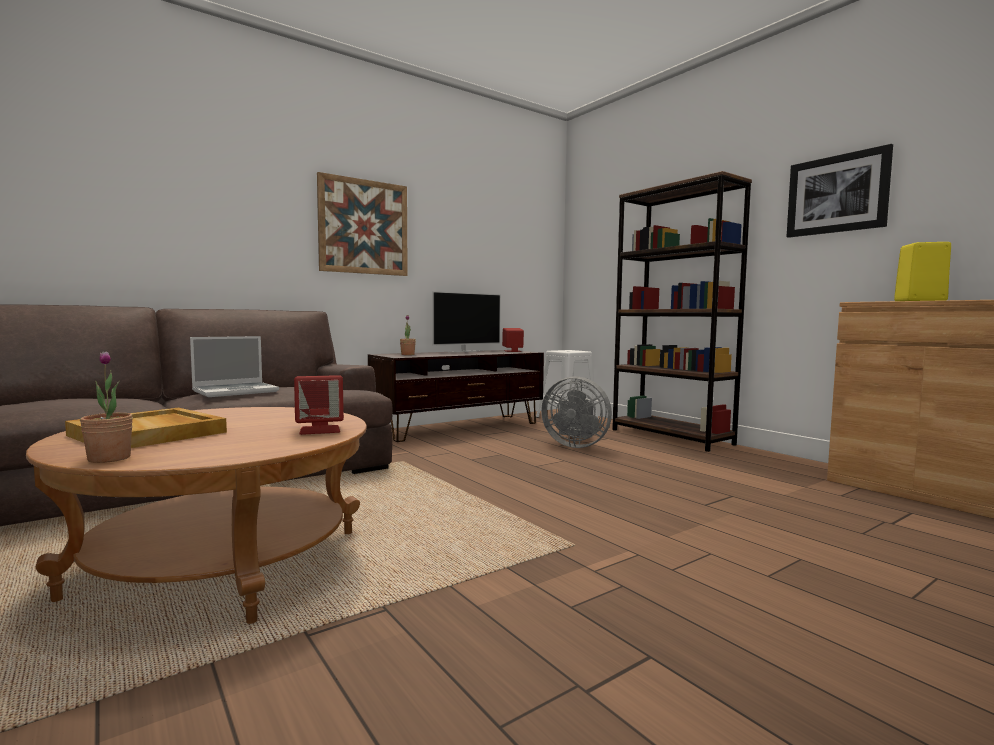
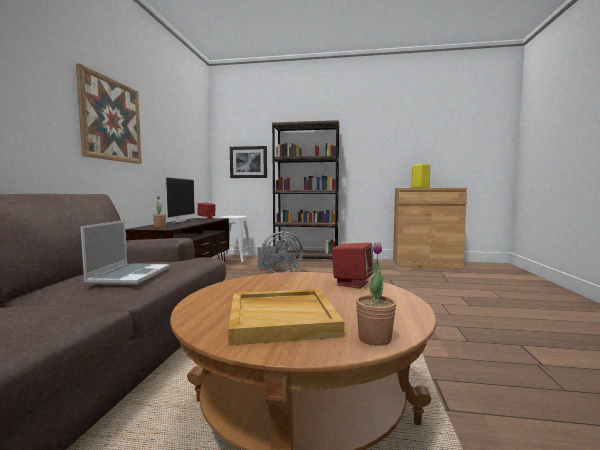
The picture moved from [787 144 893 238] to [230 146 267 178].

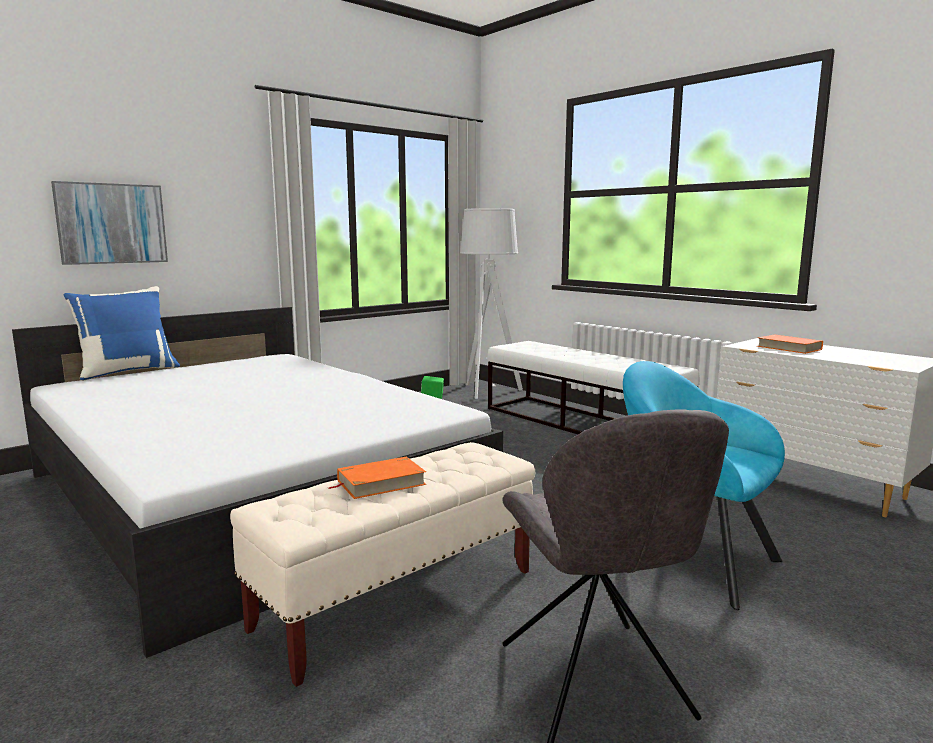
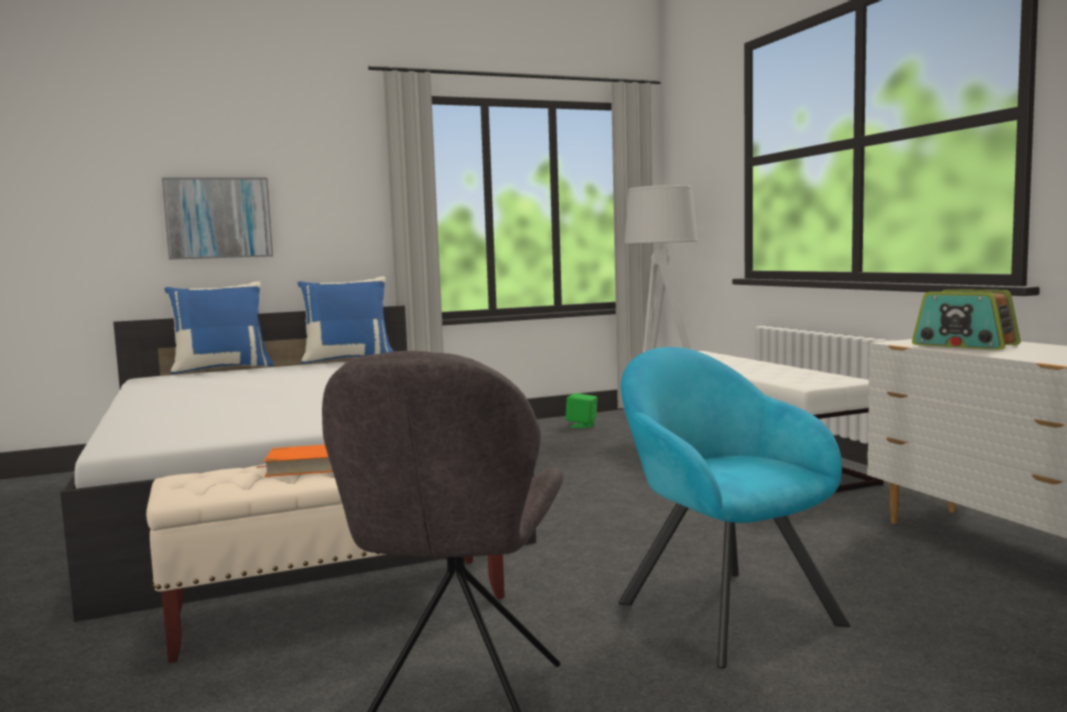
The book in orange at [757 334 823 354] was replaced by the radio set at [912 289 1021 350].
The throw pillow in blue at [298 277 393 364] appeared.

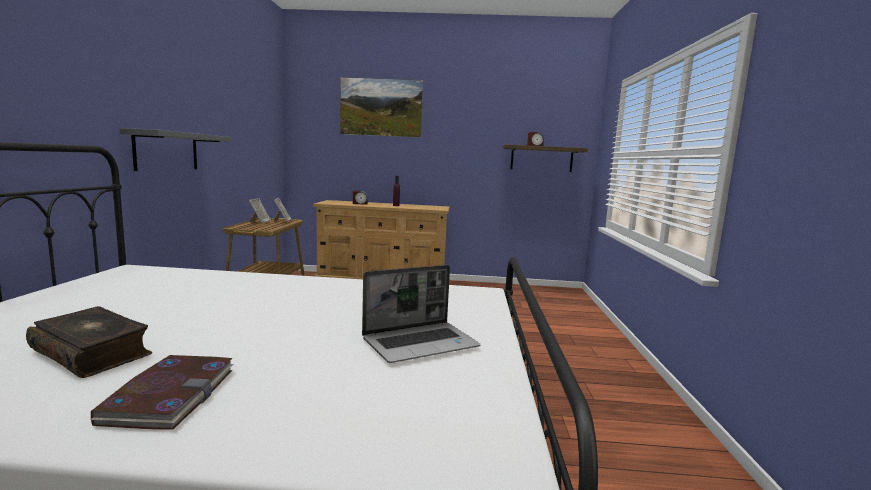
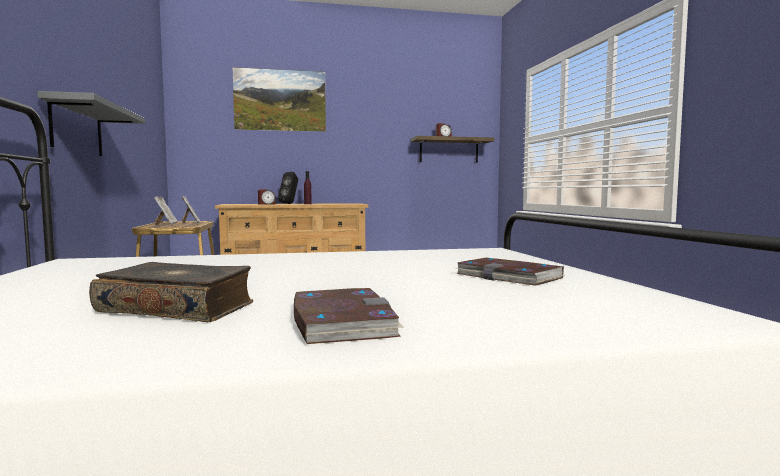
The portable computer at [362 265 481 363] was replaced by the book at [456 258 565 286].
The speaker in blackish at [278 172 298 204] appeared.

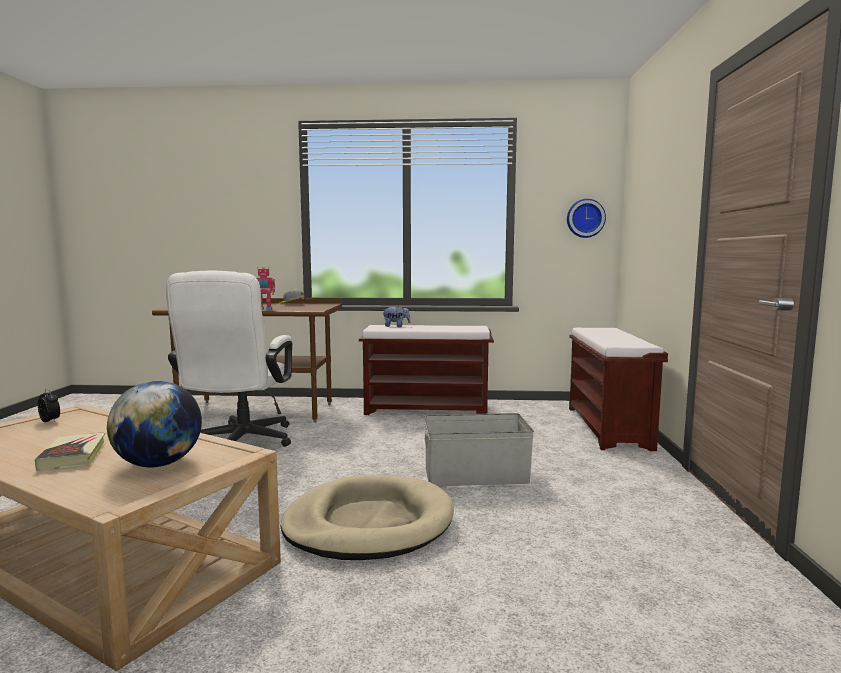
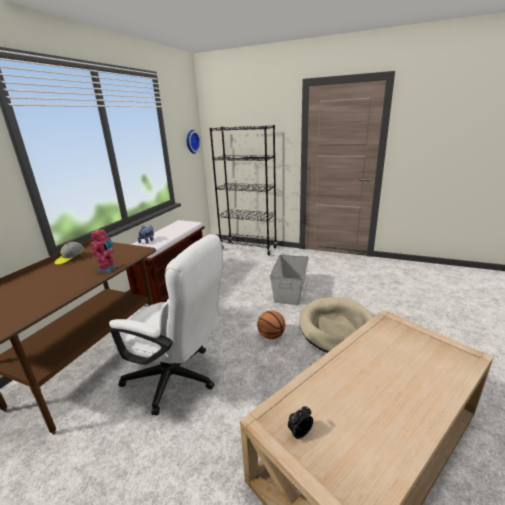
The book at [34 432 106 471] disappeared.
The desk globe at [107 381 202 467] disappeared.
The indoor bench in brownish at [569 328 668 451] was replaced by the bookcase in blackish at [210 125 277 255].
The ball for basketball at [257 311 285 339] appeared.

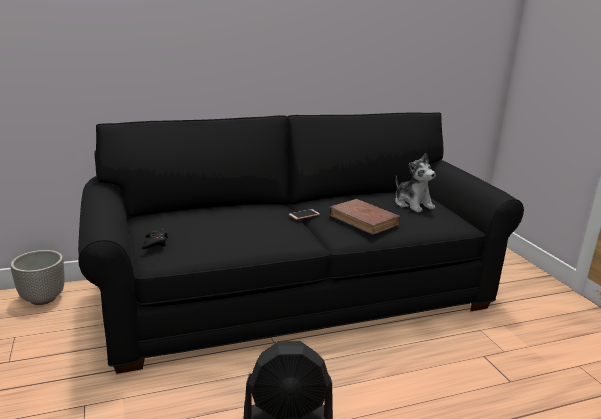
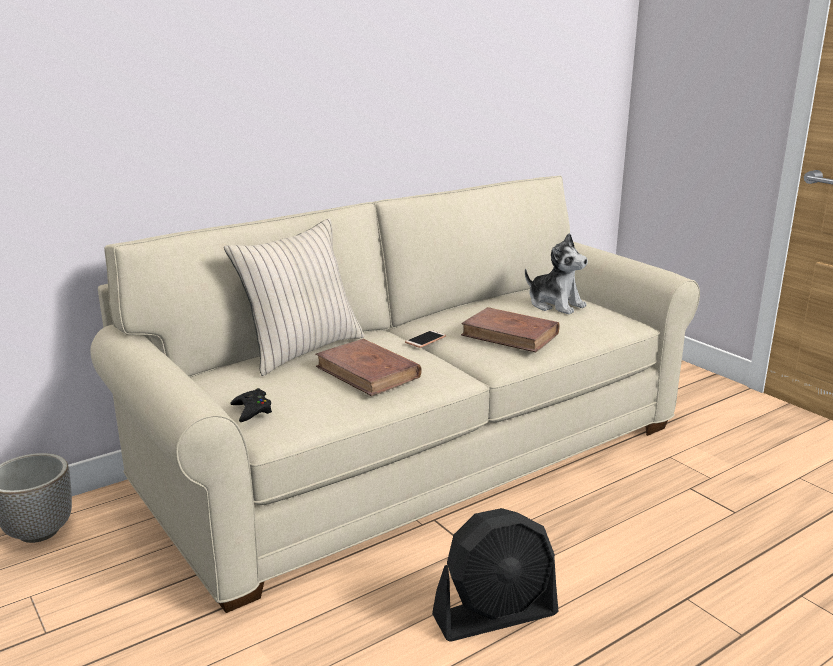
The sofa in blackish at [78 112 524 374] became the sofa in beige-coloured at [90 176 700 613].
The throw pillow in beige-coloured at [224 218 365 376] appeared.
The book in brownish at [315 339 422 396] appeared.

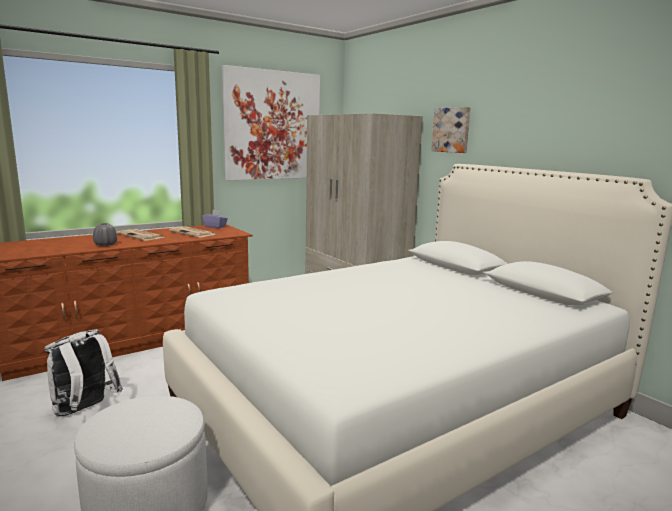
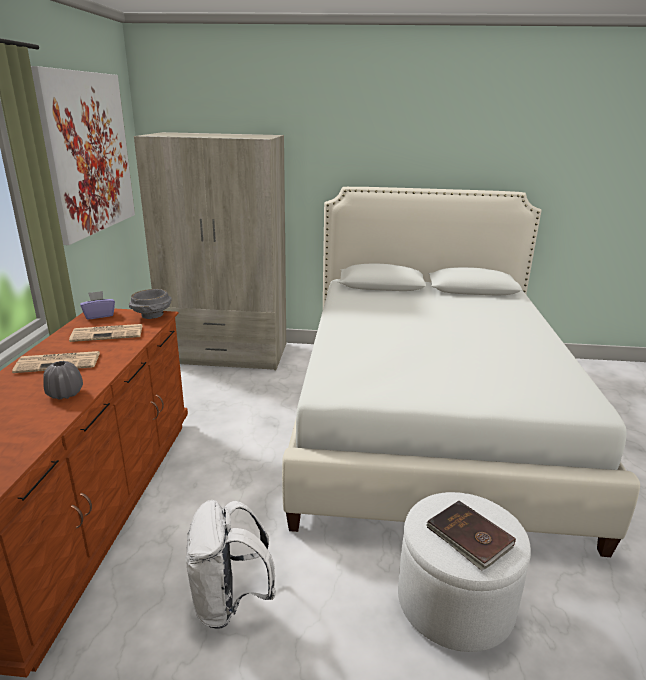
The picture at [431 107 471 153] disappeared.
The serving bowl in greyish at [129 289 172 319] appeared.
The book in brownish at [426 501 516 571] appeared.

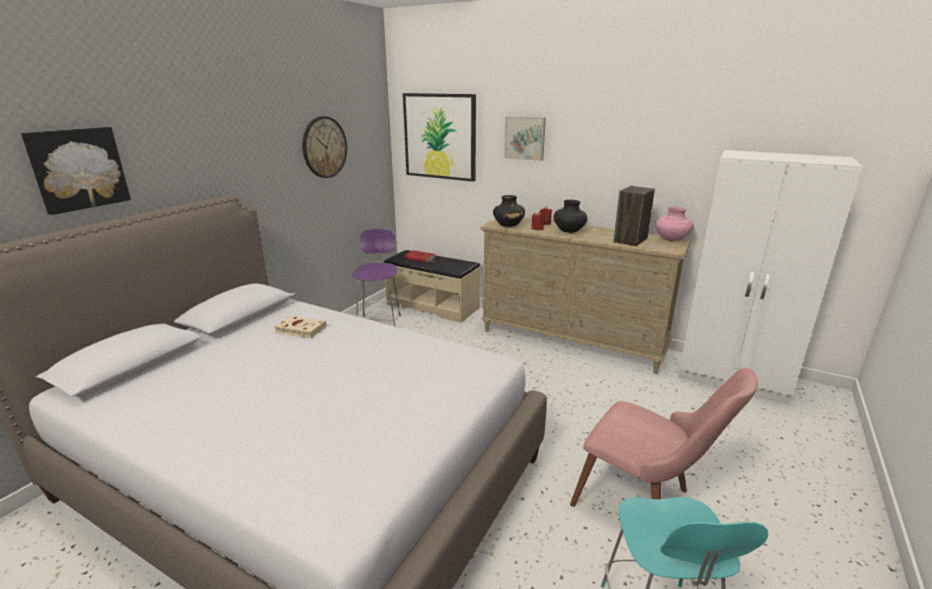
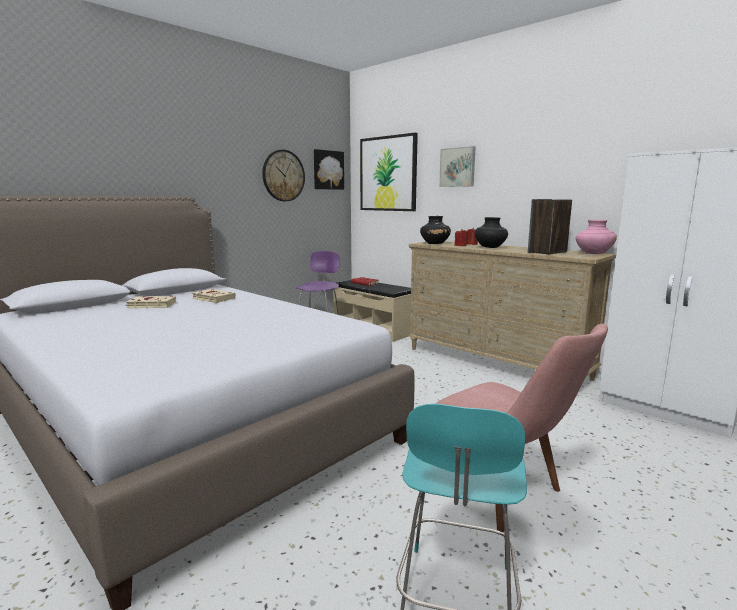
The picture moved from [21 127 131 215] to [314 149 344 190].
The book in beige-coloured at [125 296 176 308] appeared.

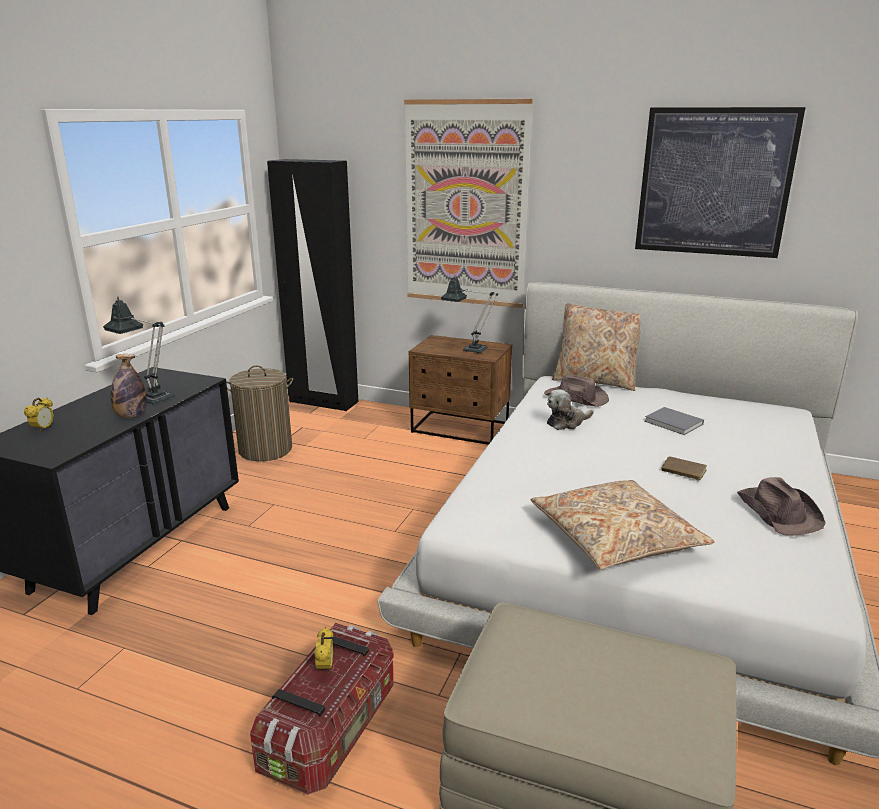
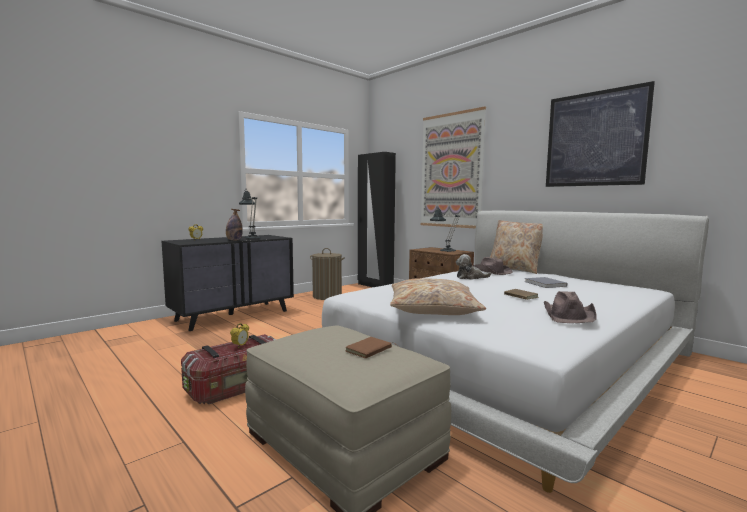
The book in brownish at [346 337 398 359] appeared.

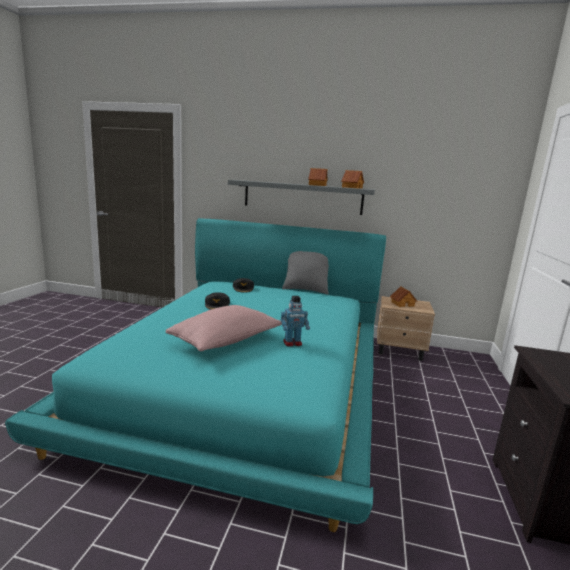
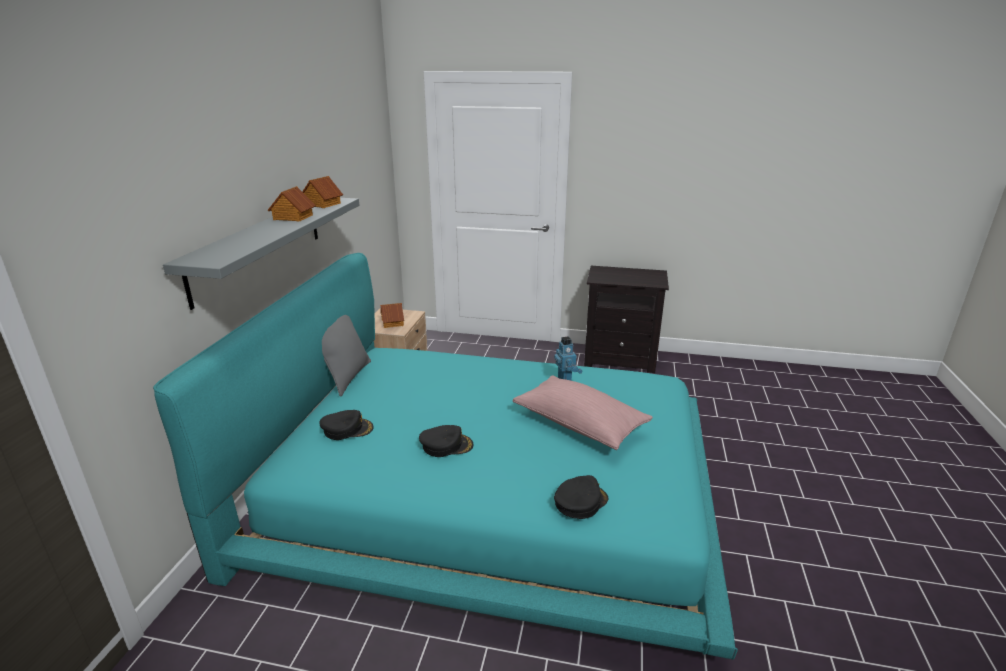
The cap in blackish at [554 475 608 519] appeared.

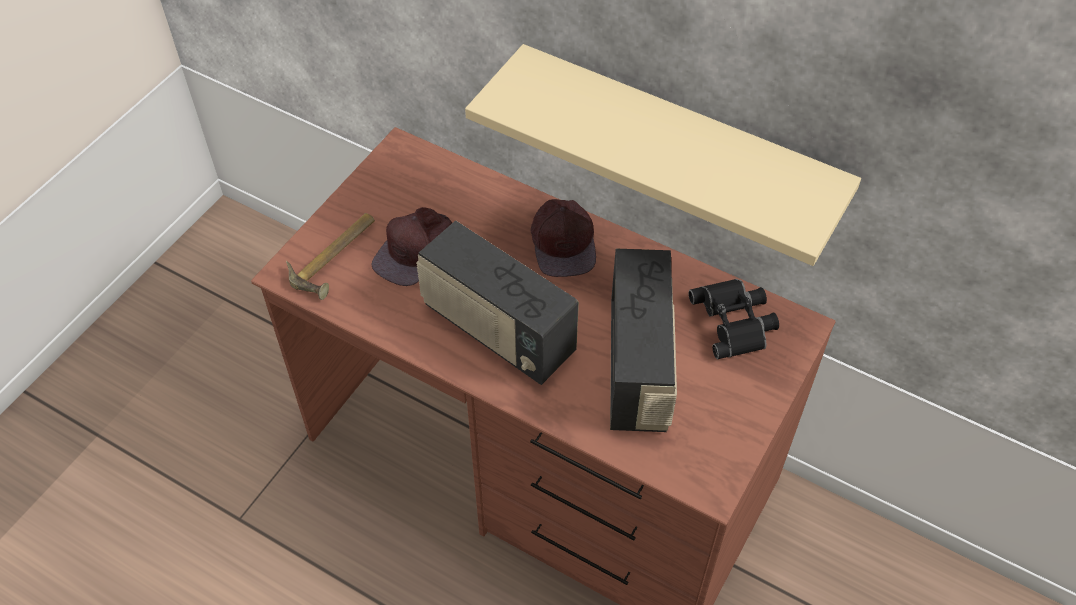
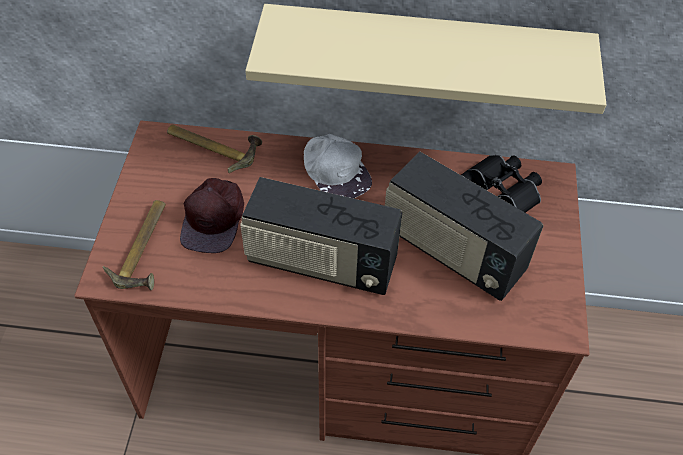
The cap in brownish at [531 199 596 277] became the cap in white at [304 134 372 198].
The radio set at [610 249 677 432] turned 150 degrees clockwise.
The tool hammer at [167 125 262 173] appeared.

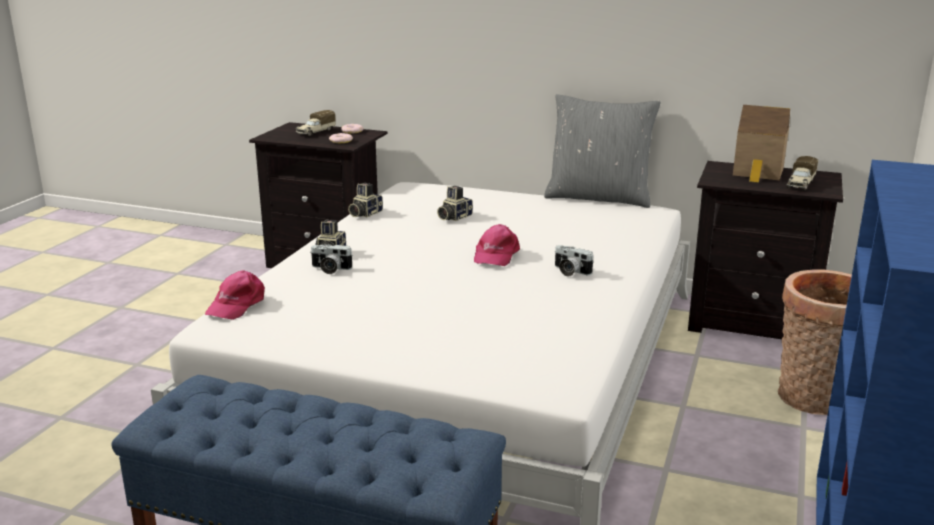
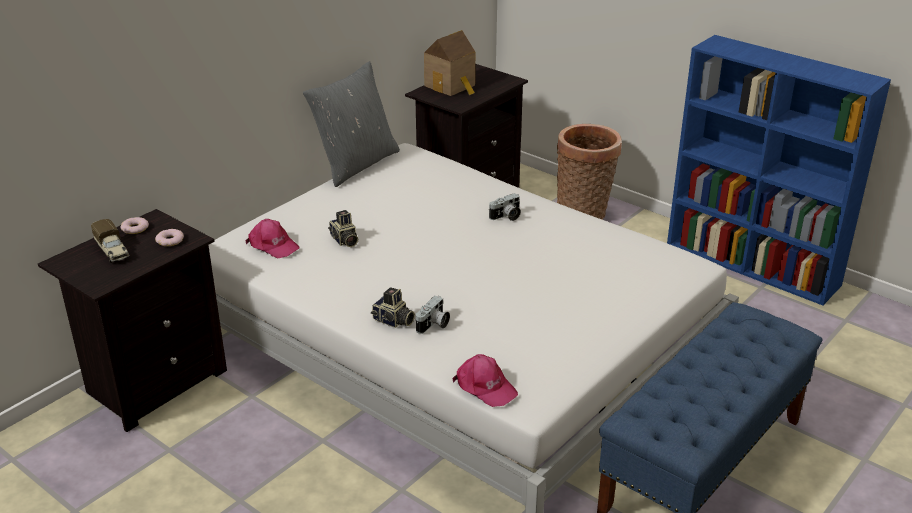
The still camera at [348 183 383 217] disappeared.
The cap in pink moved from [474 224 520 266] to [245 219 299 258].
The model truck at [787 156 818 190] disappeared.

